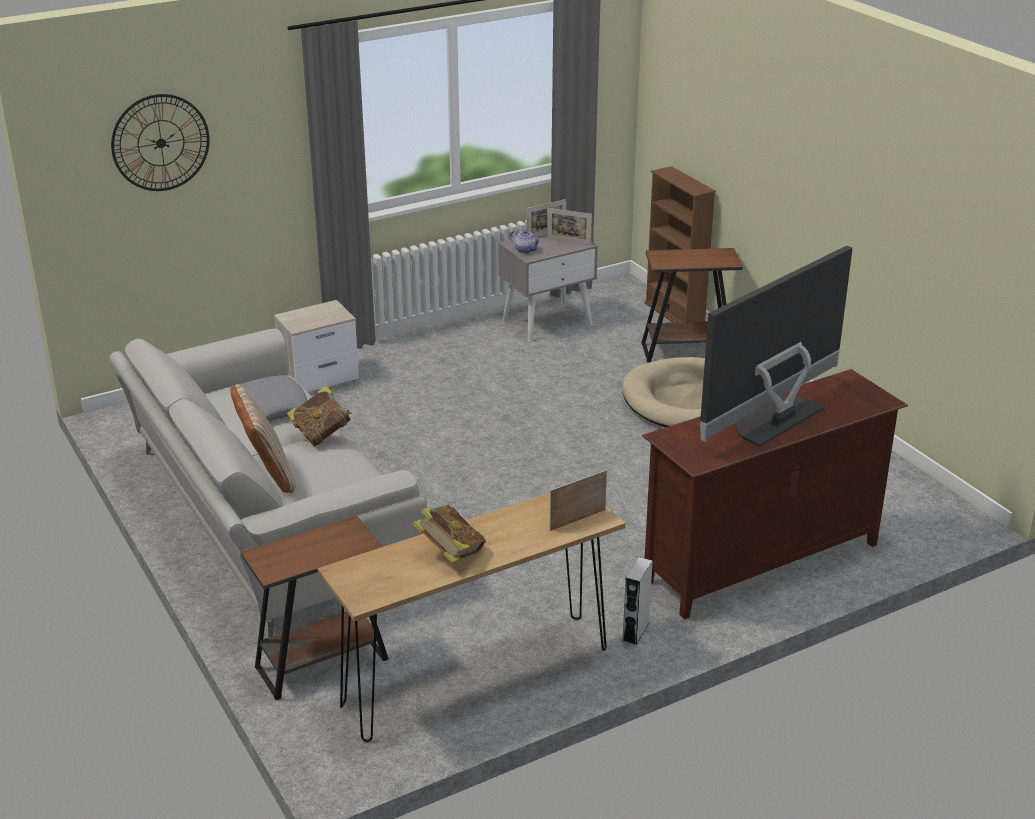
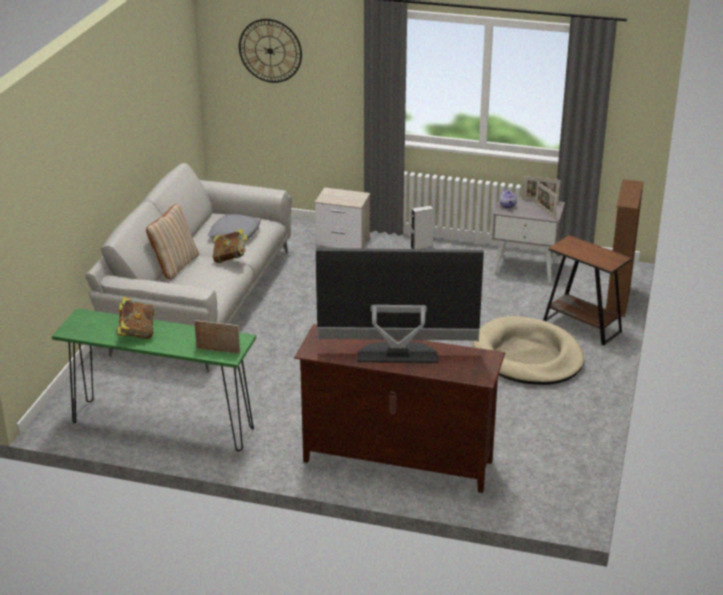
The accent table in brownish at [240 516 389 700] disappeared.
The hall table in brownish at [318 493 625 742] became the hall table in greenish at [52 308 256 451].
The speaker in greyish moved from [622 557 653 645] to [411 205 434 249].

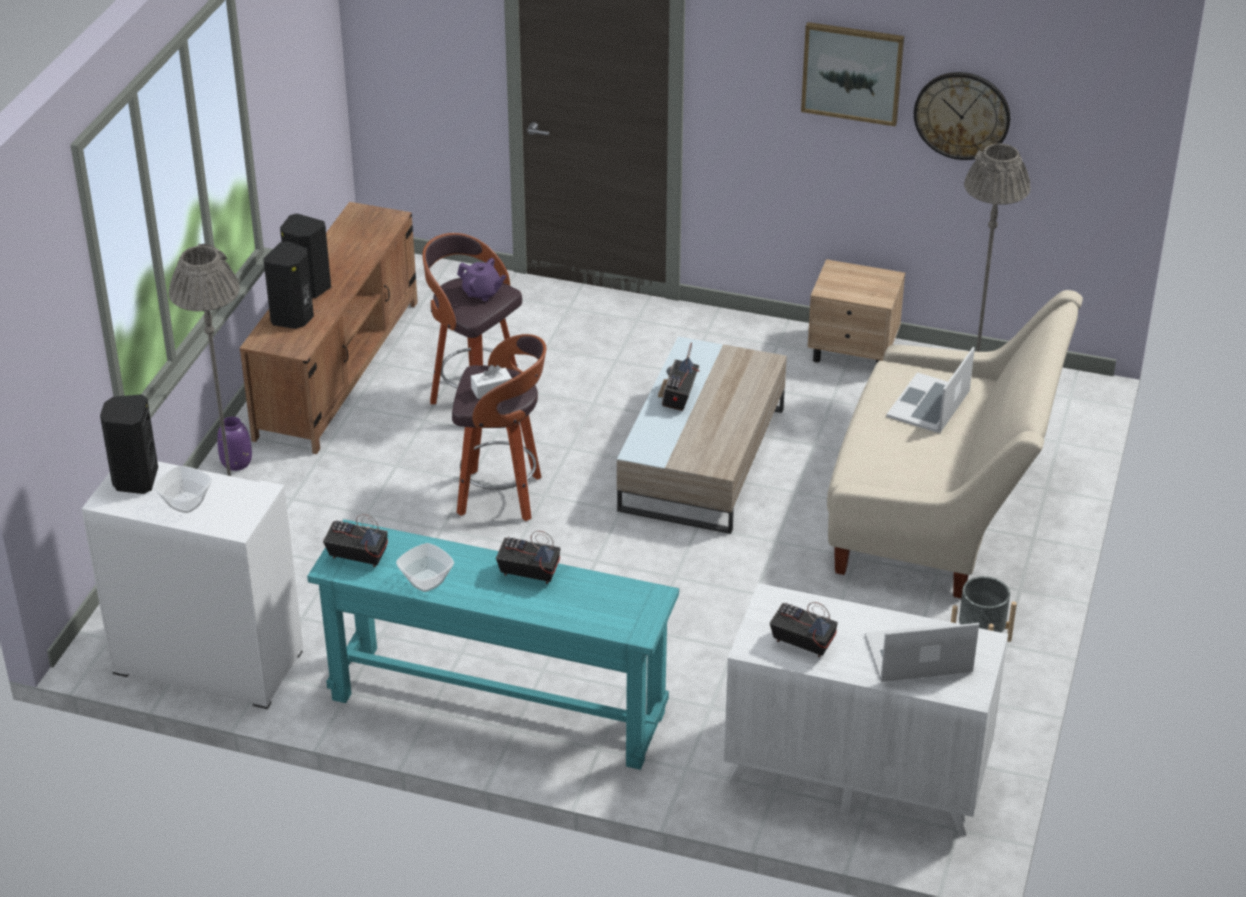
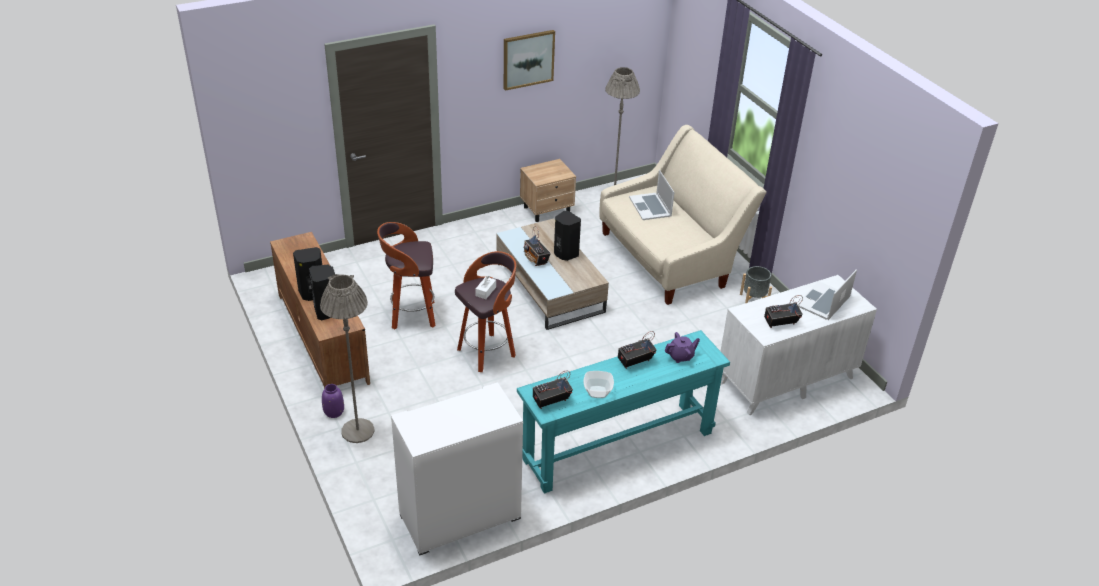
The speaker in blackish moved from [100 394 158 494] to [554 211 581 261].
The serving bowl at [154 466 212 513] disappeared.
The teapot in purple-coloured moved from [457 258 506 301] to [665 332 700 363].
The wall clock at [914 72 1010 160] disappeared.

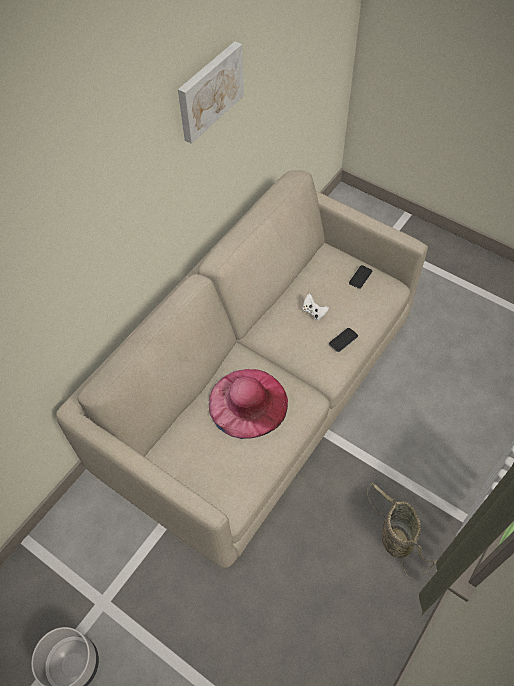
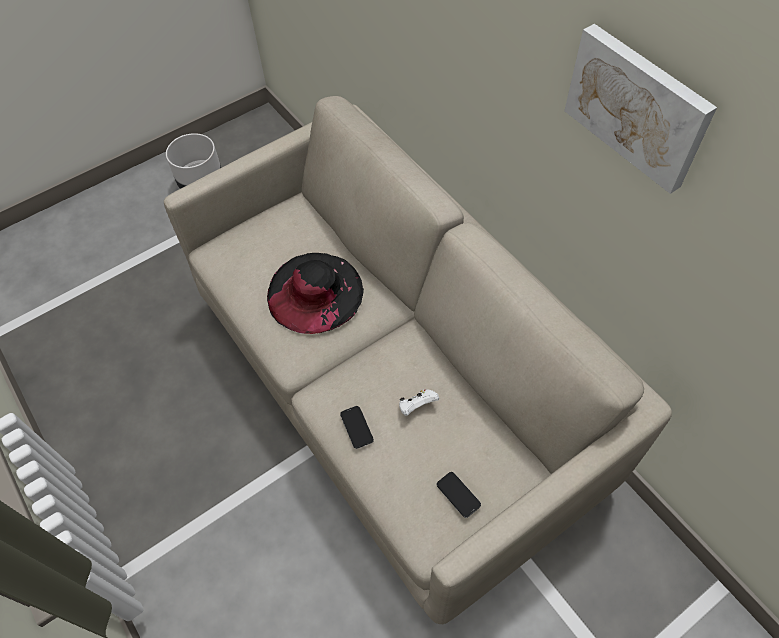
The clothing hat in pink at [209 369 288 439] became the clothing hat in blackish at [267 253 364 334].
The basket at [367 483 437 579] disappeared.

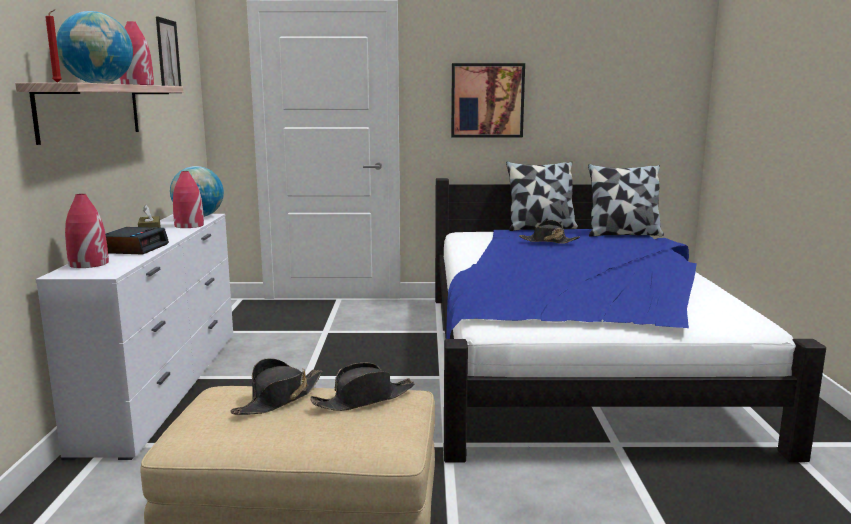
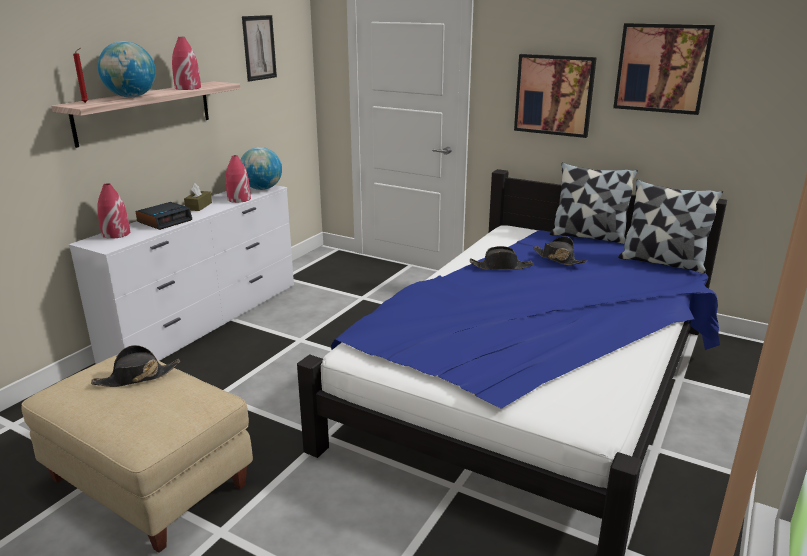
The clothing hat in blackish moved from [310 363 414 411] to [470 246 533 270].
The picture at [613 23 715 115] appeared.

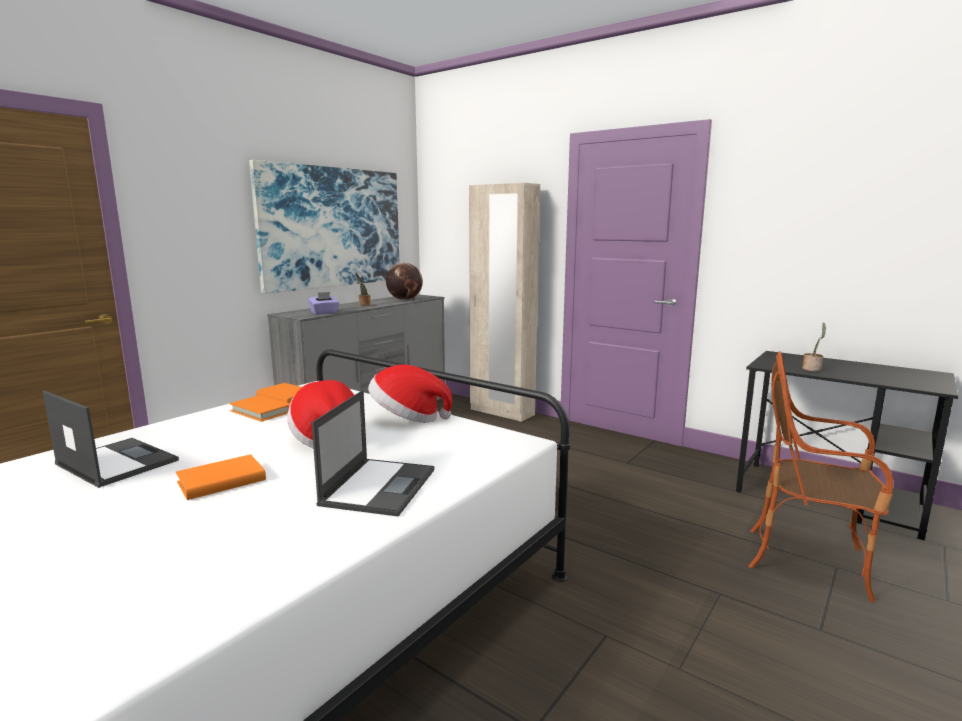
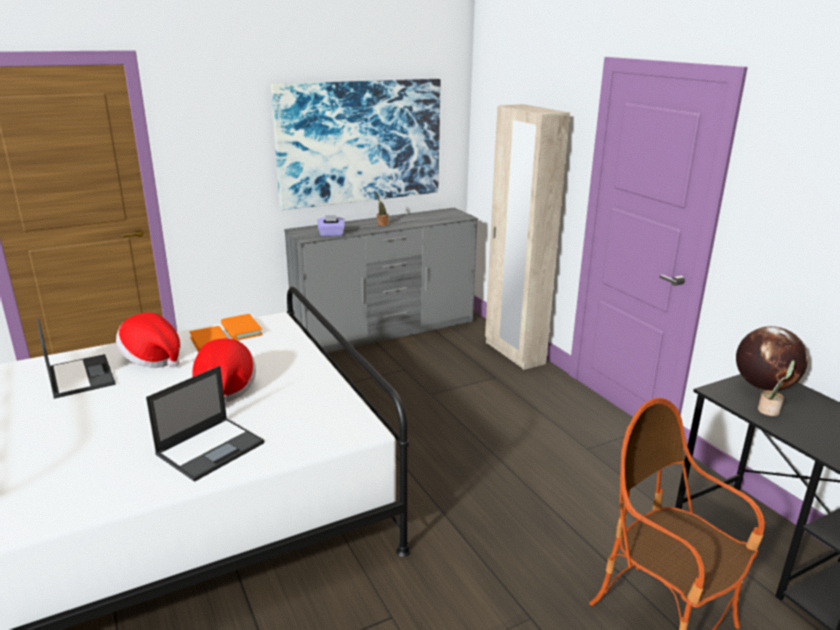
The book in orange at [176 454 266 500] disappeared.
The clothing hat moved from [368 365 452 423] to [116 313 180 368].
The desk globe moved from [386 263 423 300] to [736 326 808 391].

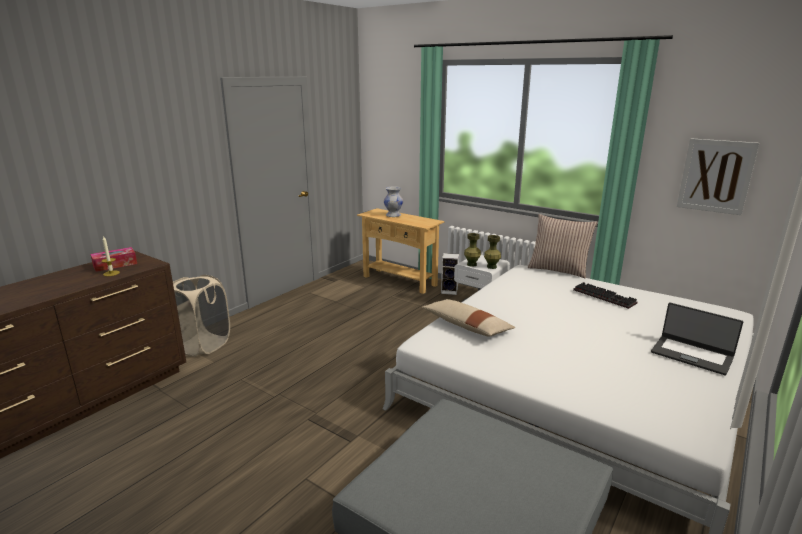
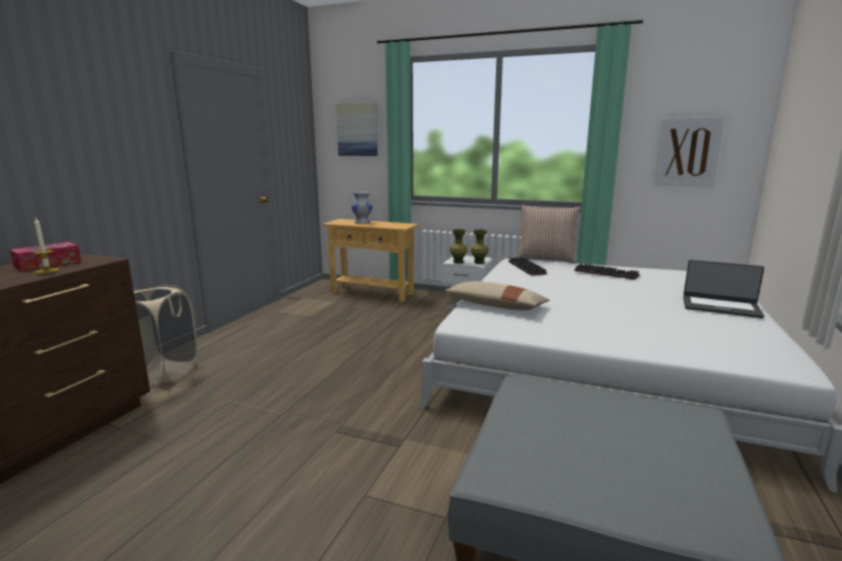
The speaker at [441 253 459 295] disappeared.
The picture at [336 102 378 156] appeared.
The computer keyboard at [508 257 547 275] appeared.

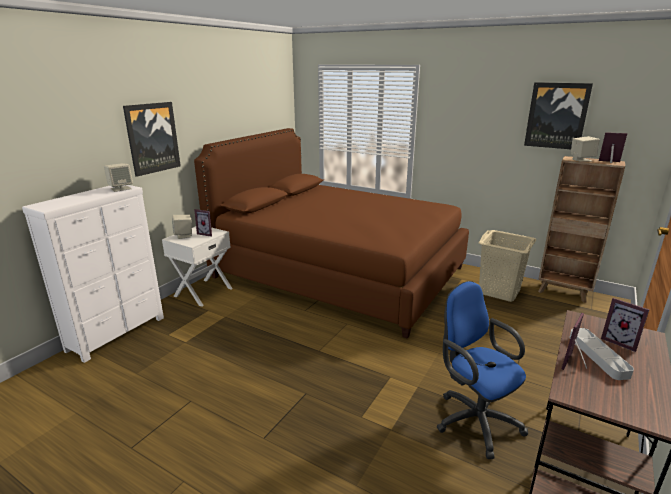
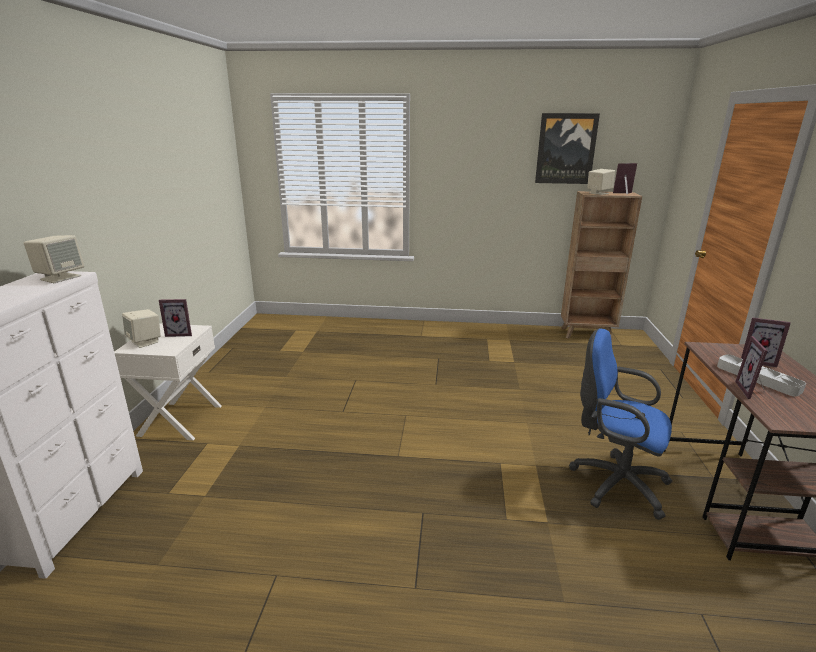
The picture at [123 102 181 177] disappeared.
The bedroom bed in brownish at [194 128 469 339] disappeared.
The washing basket in beige-coloured at [478 230 536 302] disappeared.

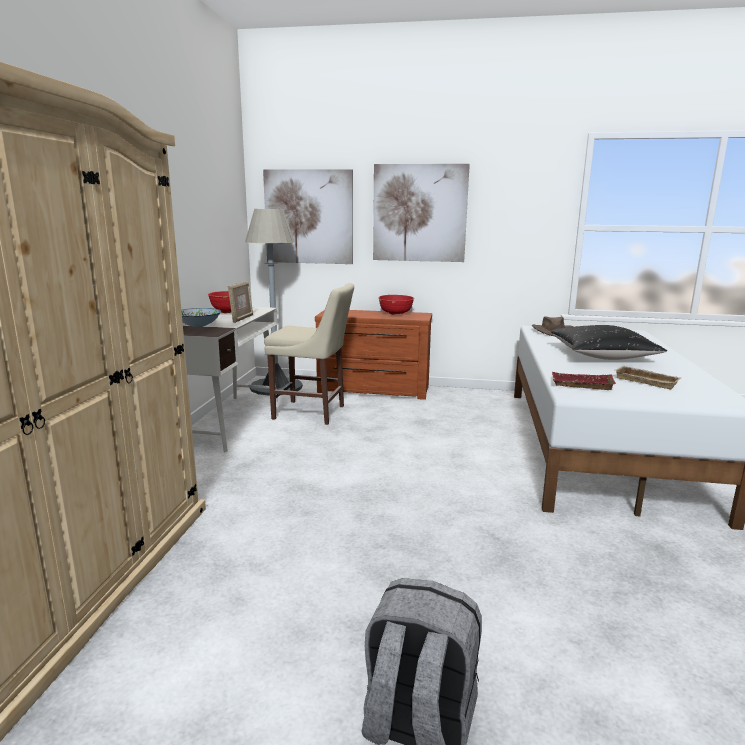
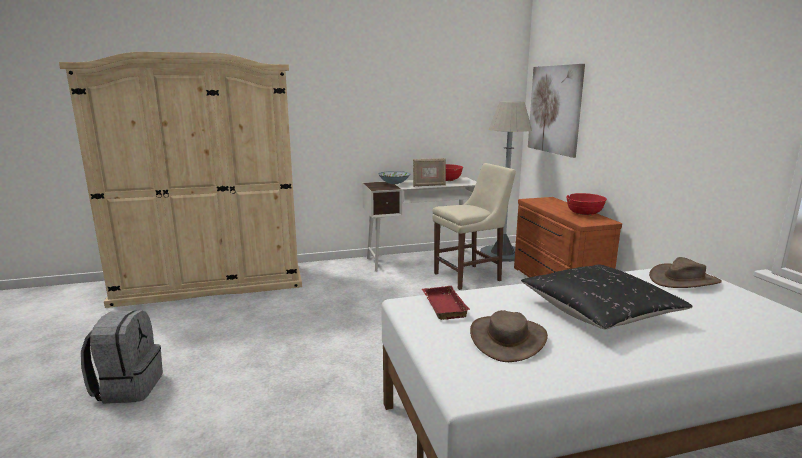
The plain chair in beige-coloured at [264 283 354 425] turned 105 degrees counterclockwise.
The picture at [373 164 470 262] disappeared.
The tray in beige-coloured at [615 366 682 389] was replaced by the clothing hat in brownish at [470 310 548 362].

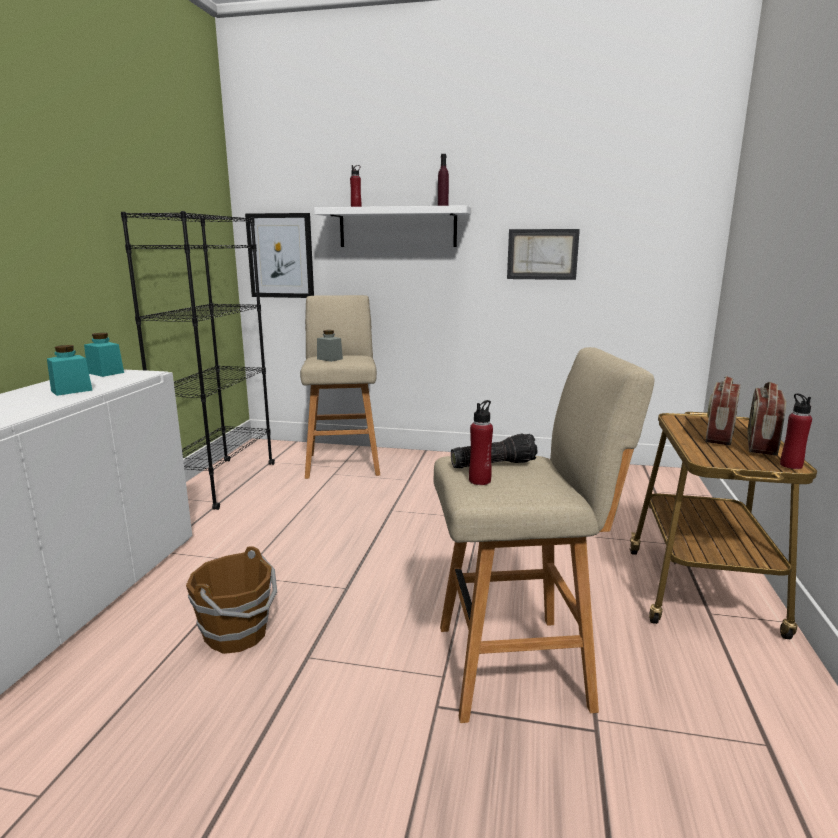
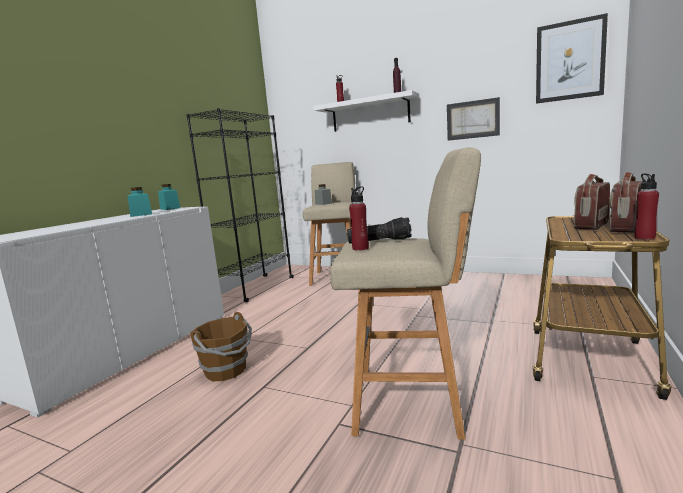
The picture moved from [245 213 314 298] to [536 13 608 104].

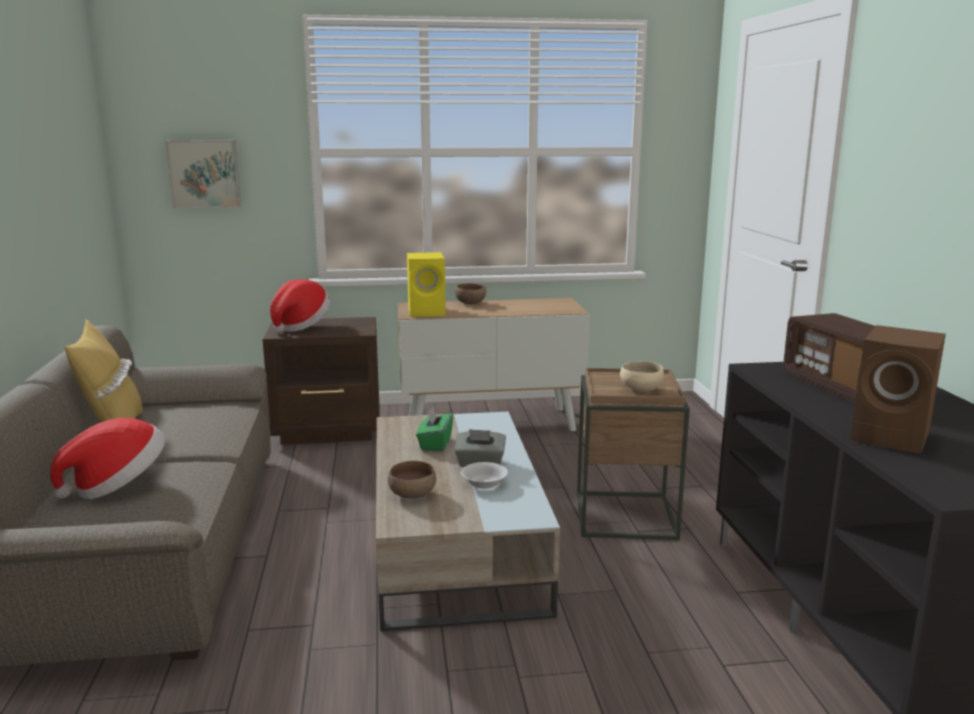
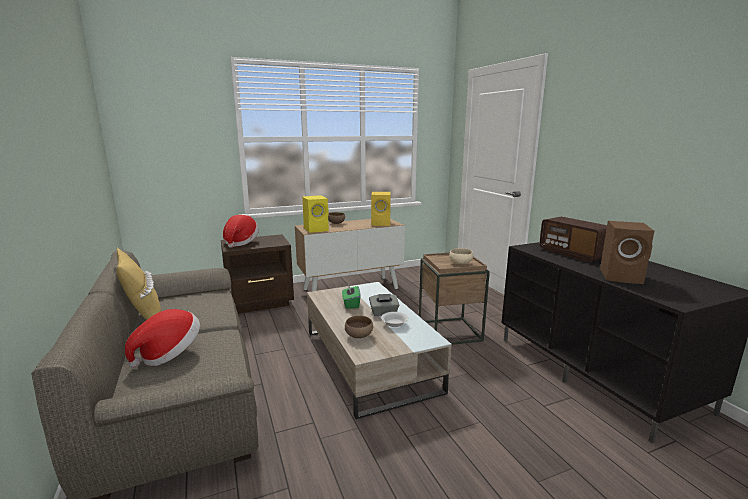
The picture at [165 140 241 208] disappeared.
The speaker in yellowish at [371 192 391 226] appeared.

